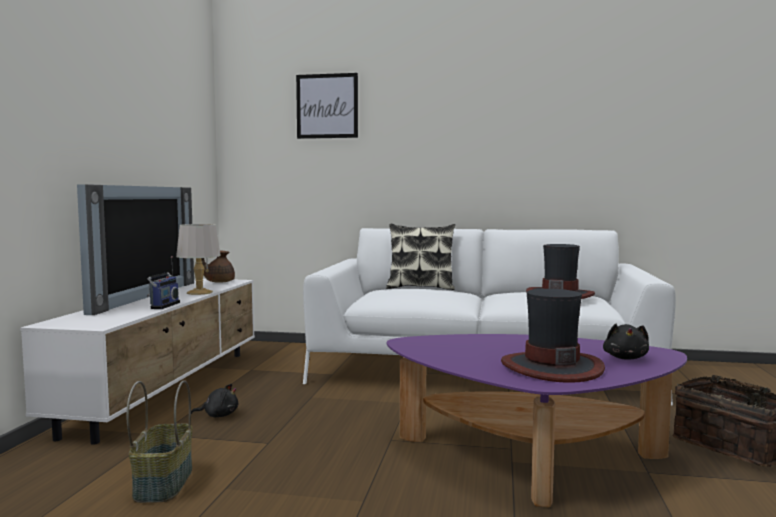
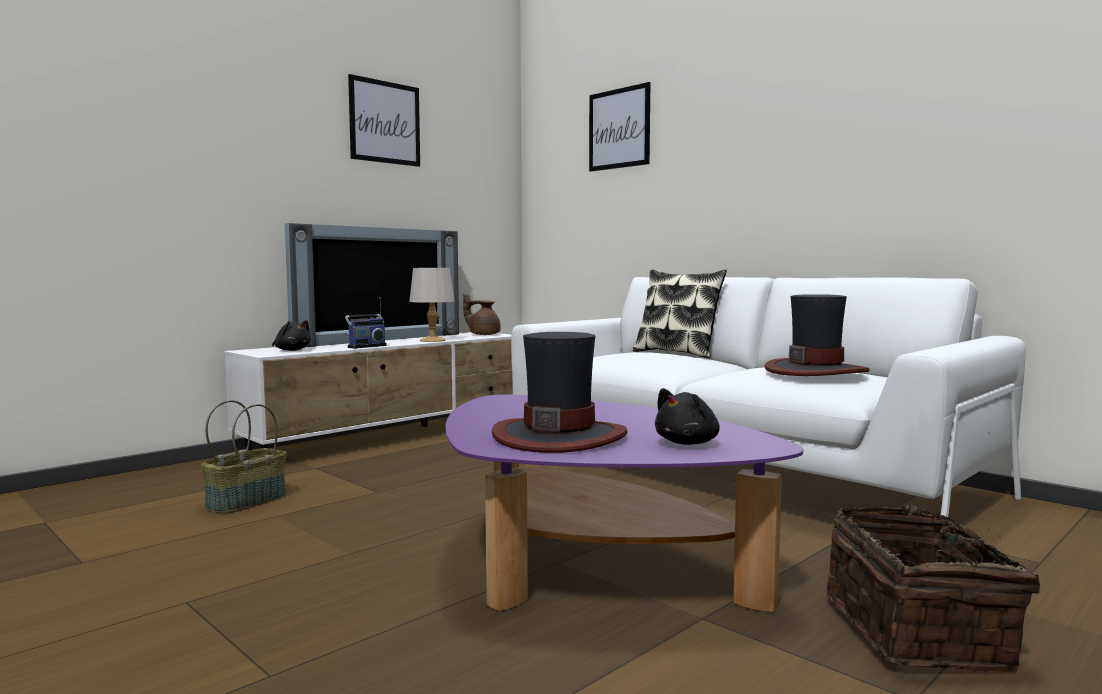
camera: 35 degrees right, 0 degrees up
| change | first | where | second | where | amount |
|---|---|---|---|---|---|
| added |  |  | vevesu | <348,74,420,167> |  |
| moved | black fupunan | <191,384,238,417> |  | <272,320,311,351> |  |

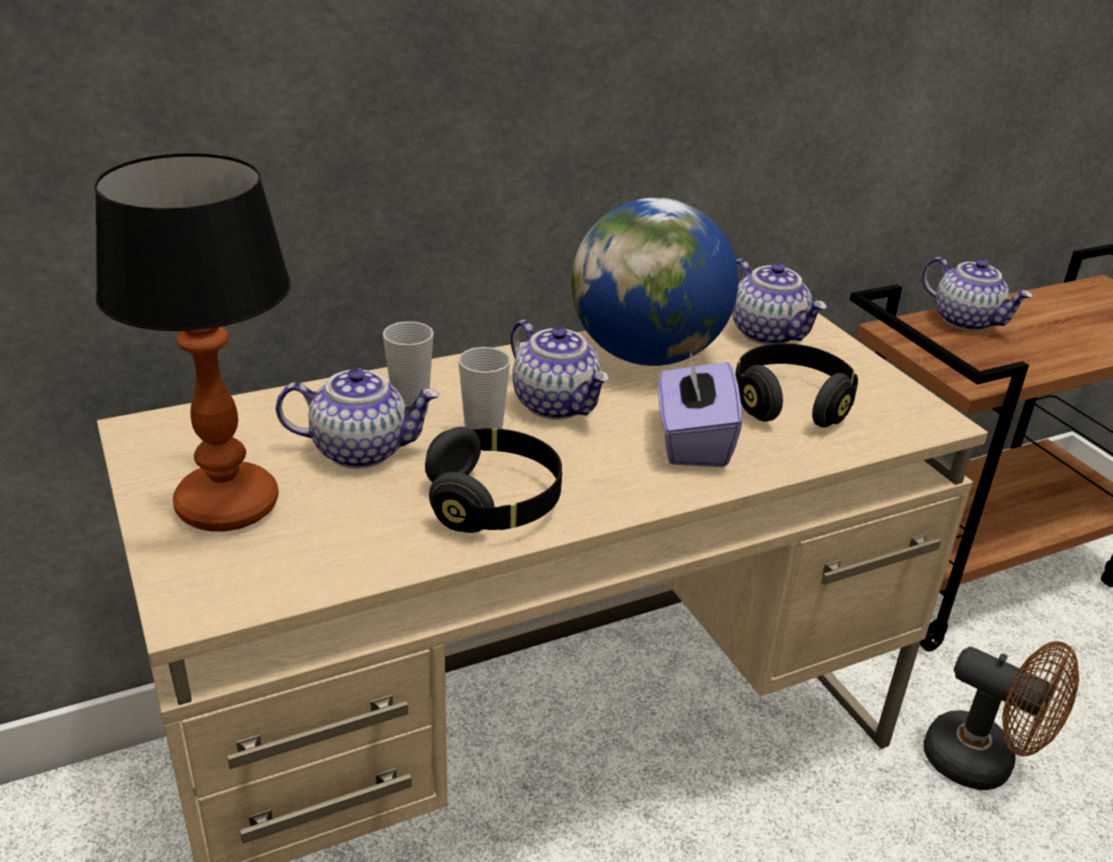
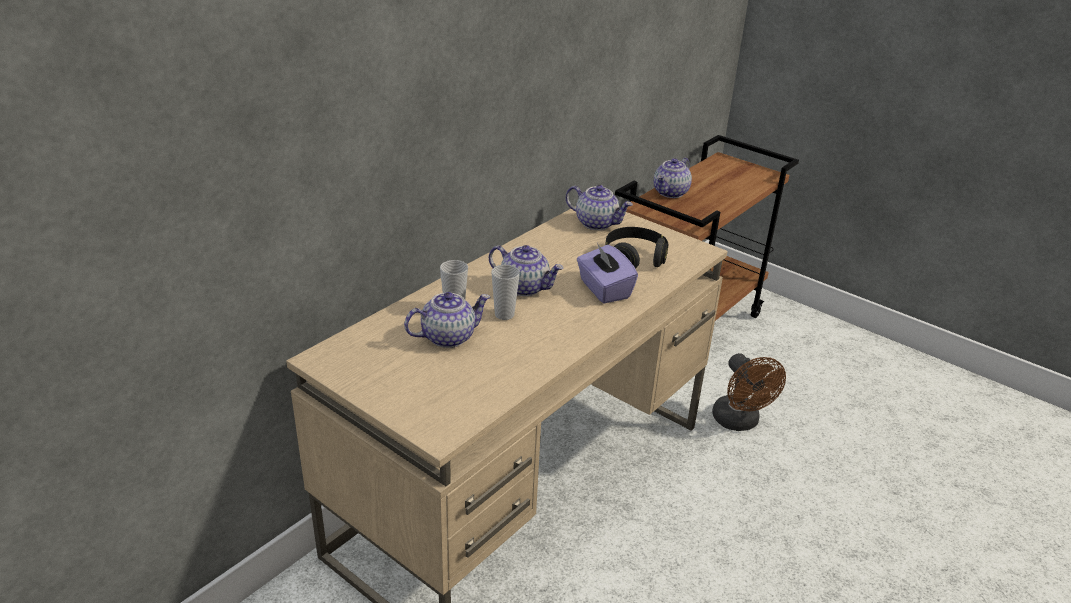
camera: 25 degrees left, 0 degrees up
| change | first | where | second | where | amount |
|---|---|---|---|---|---|
| removed | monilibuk | <94,153,291,532> |  |  |  |
| removed | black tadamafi | <425,427,562,533> |  |  |  |
| removed | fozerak | <571,198,738,366> |  |  |  |
| turned | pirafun | <922,257,1033,331> |  | <654,158,692,198> | 105 degrees clockwise |
| turned | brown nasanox | <924,641,1079,790> |  | <712,353,786,431> | 60 degrees clockwise |

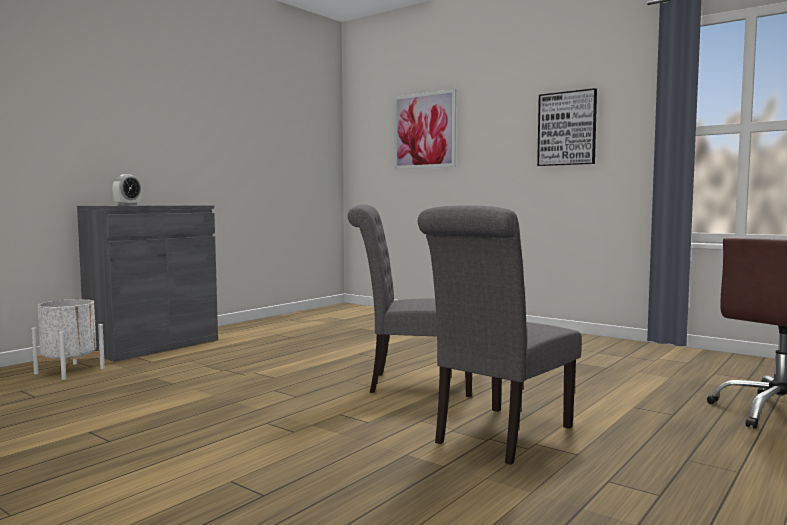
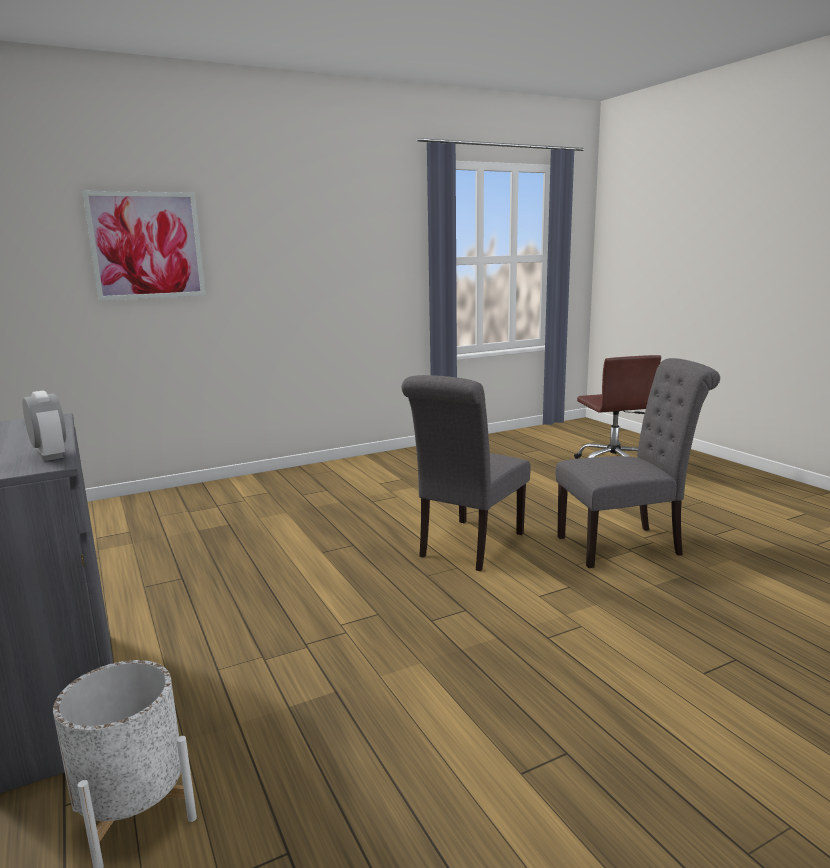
camera: 65 degrees left, 10 degrees up
| change | first | where | second | where | amount |
|---|---|---|---|---|---|
| removed | vevesu | <537,88,597,166> |  |  |  |
| turned | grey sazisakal | <418,205,582,465> |  | <555,358,720,568> | 75 degrees counterclockwise |

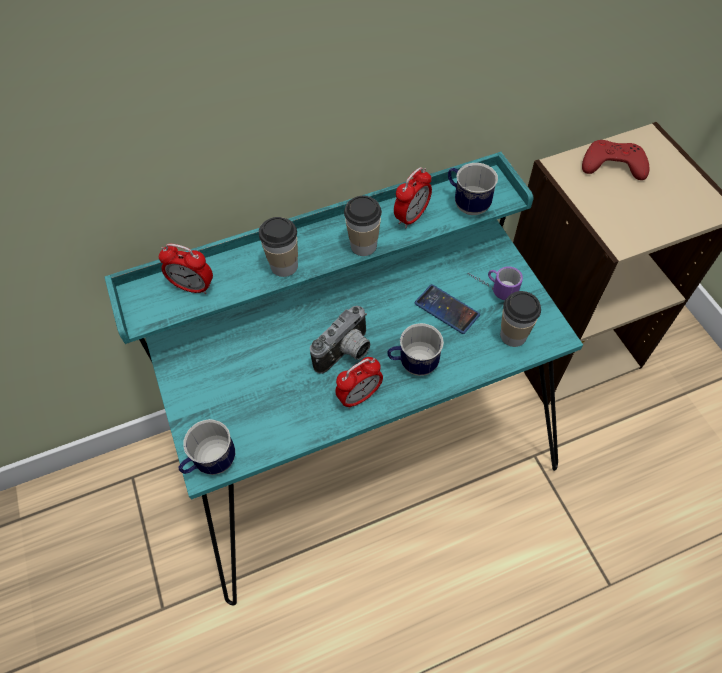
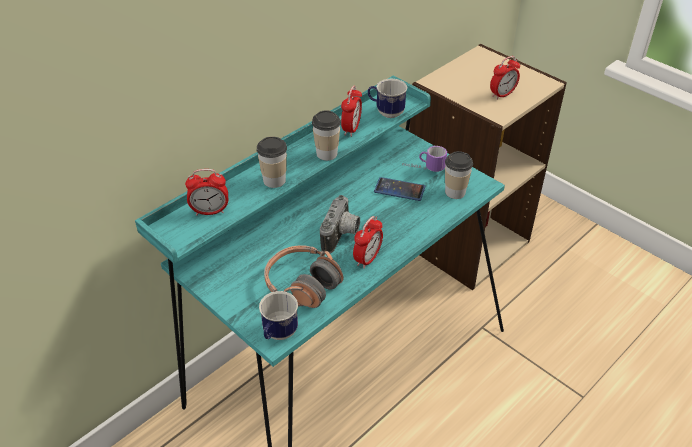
camera: 25 degrees left, 15 degrees down
| change | first | where | second | where | amount |
|---|---|---|---|---|---|
| removed | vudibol | <387,323,444,376> |  |  |  |
| removed | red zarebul | <582,140,649,180> |  |  |  |
| added |  |  | tadamafi | <264,246,344,308> |  |
| added |  |  | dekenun | <490,56,520,100> |  |

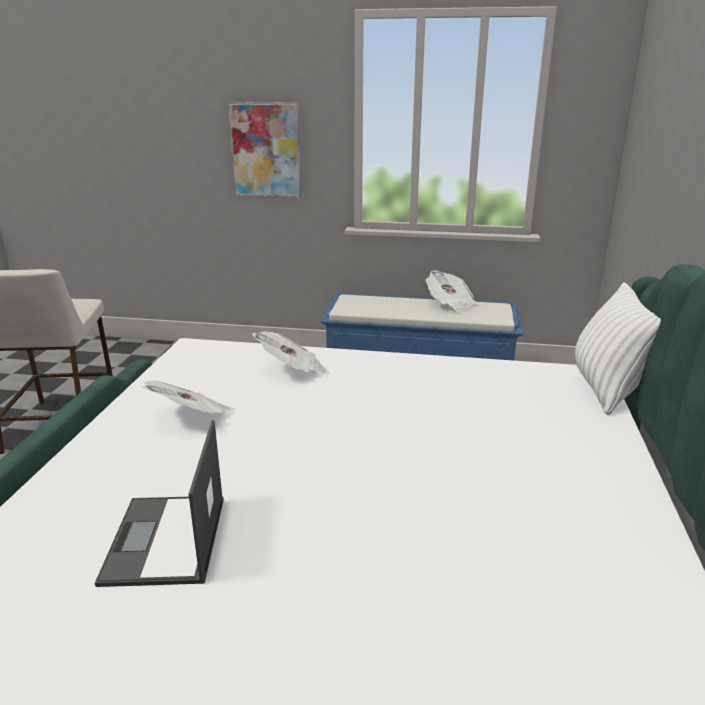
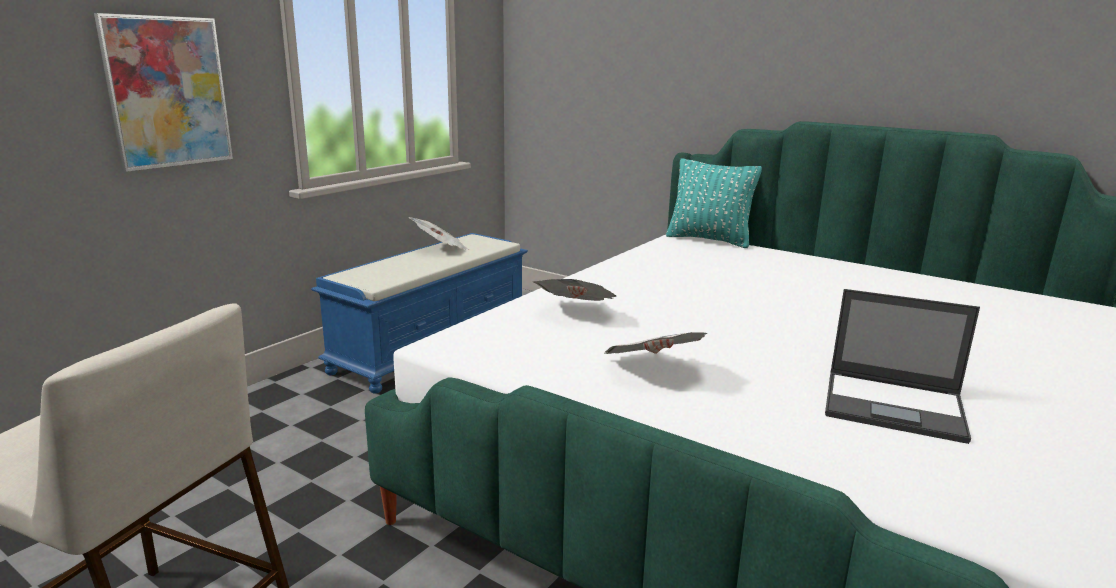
camera: 65 degrees left, 5 degrees down
| change | first | where | second | where | amount |
|---|---|---|---|---|---|
| recoloured | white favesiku | <575,282,661,415> | turquoise favesiku | <666,158,762,248> |  |

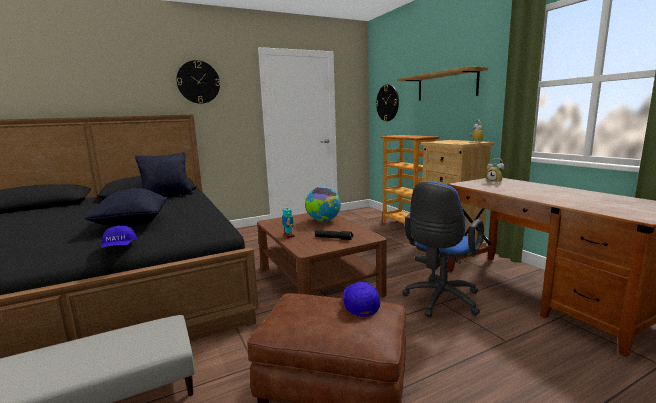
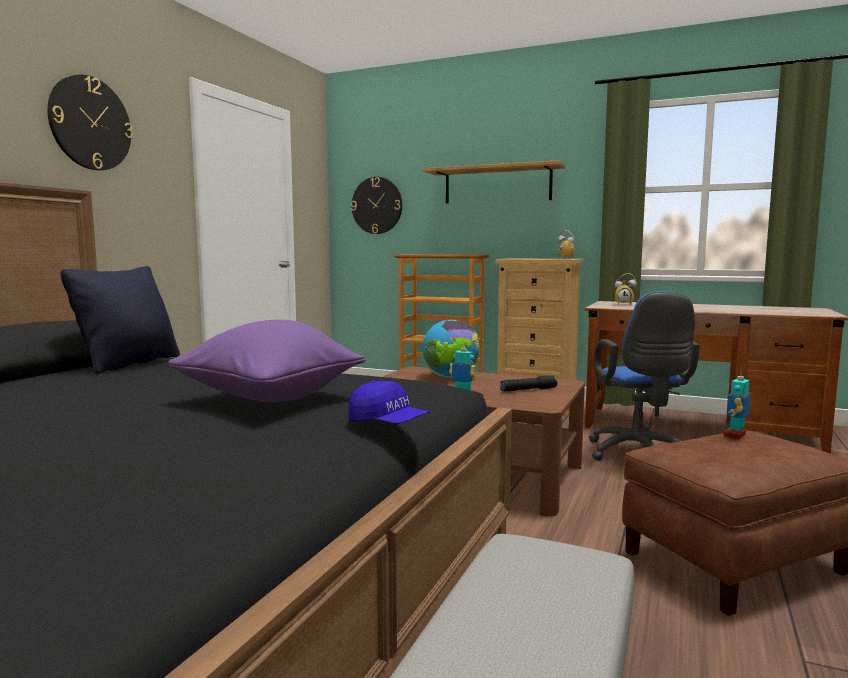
camera: 40 degrees left, 5 degrees down
| change | first | where | second | where | amount |
|---|---|---|---|---|---|
| replaced | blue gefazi | <344,282,380,317> | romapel | <724,369,751,439> |  |
| recoloured | black favesiku | <85,188,168,227> | purple favesiku | <168,320,365,402> |  |

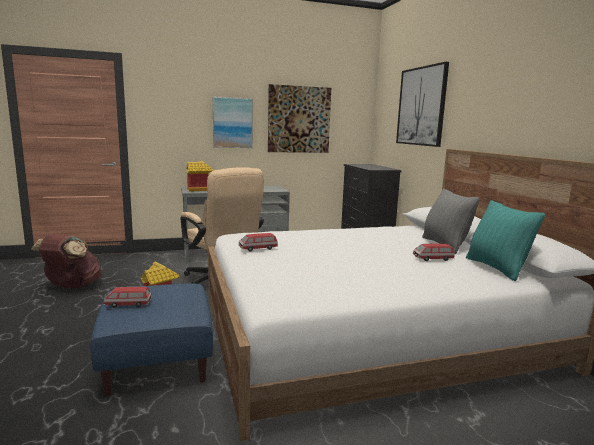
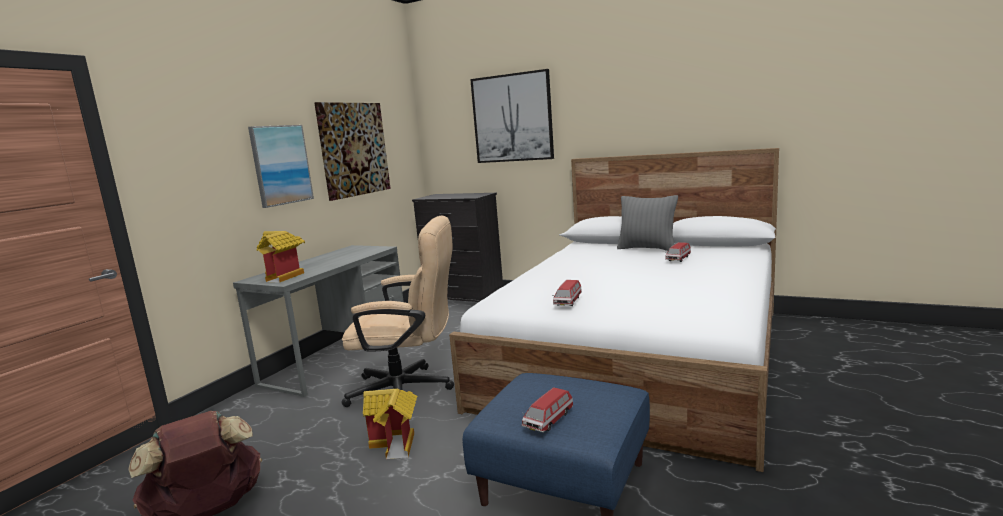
camera: 45 degrees left, 0 degrees up
| change | first | where | second | where | amount |
|---|---|---|---|---|---|
| removed | turquoise favesiku | <466,200,545,281> |  |  |  |

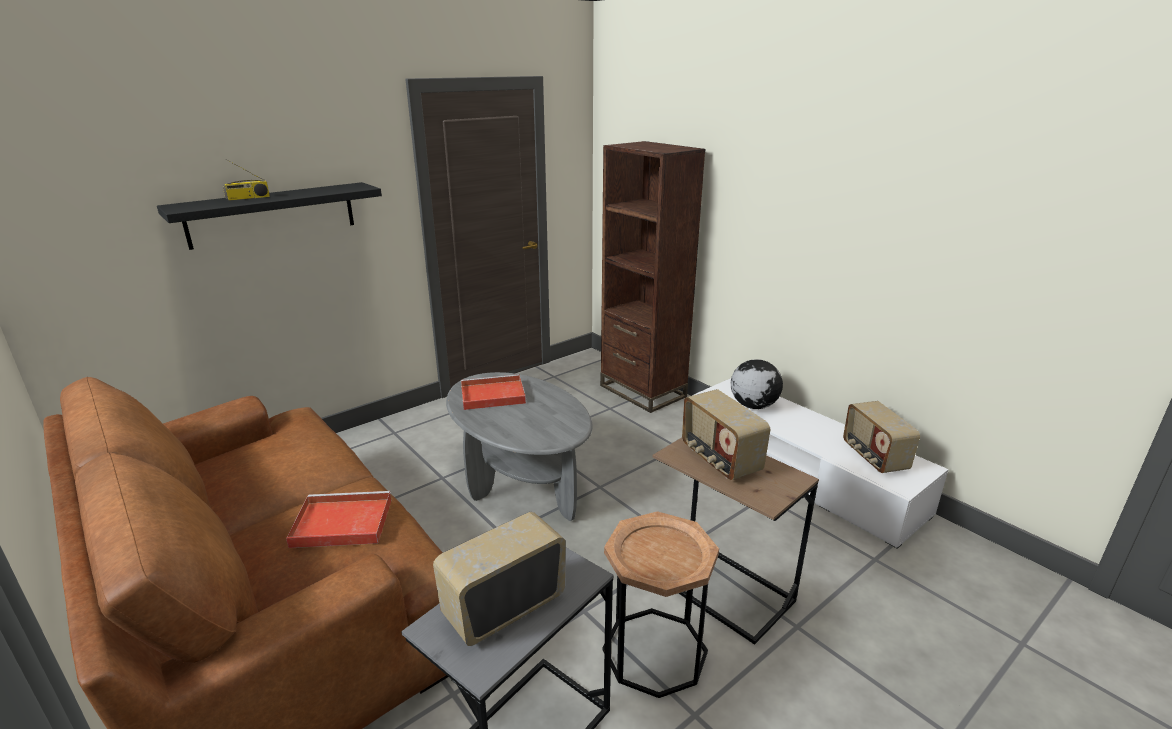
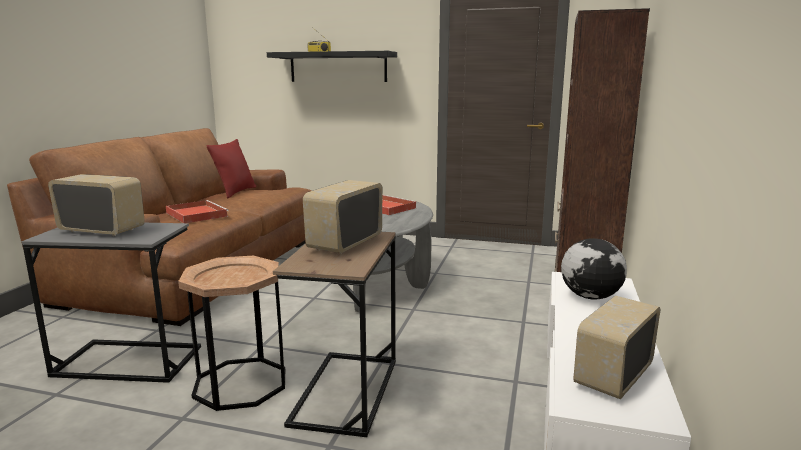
camera: 55 degrees right, 10 degrees down
| change | first | where | second | where | amount |
|---|---|---|---|---|---|
| added |  |  | red favesiku | <207,139,256,198> |  |

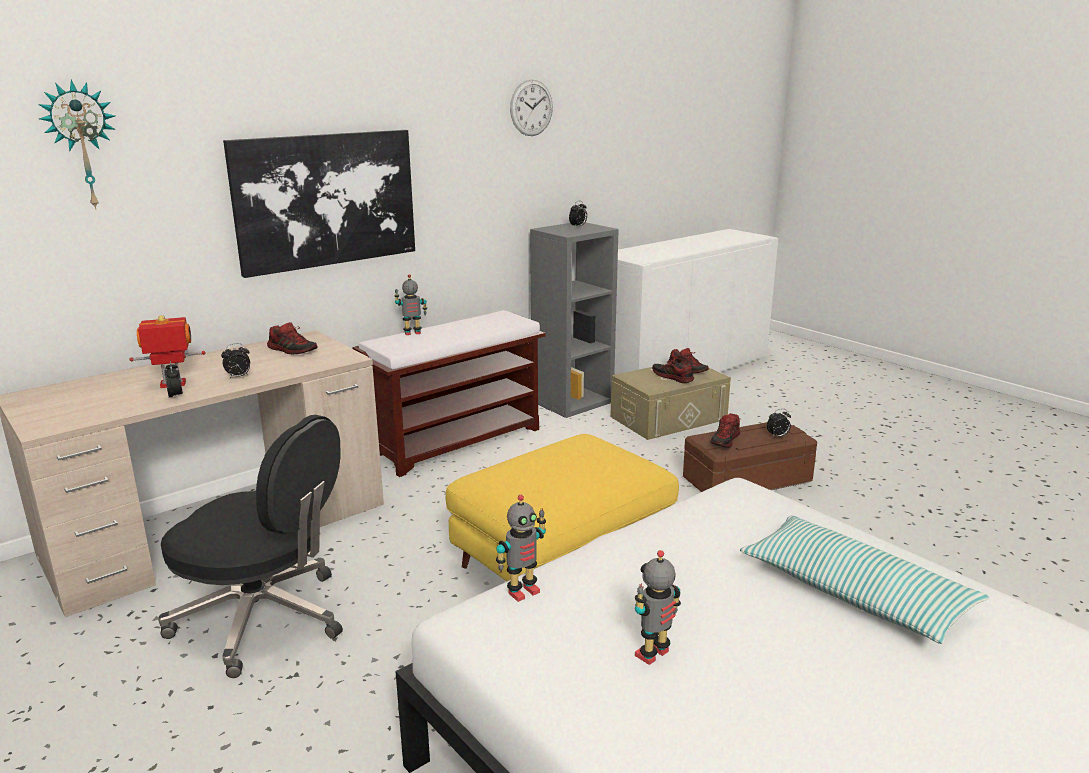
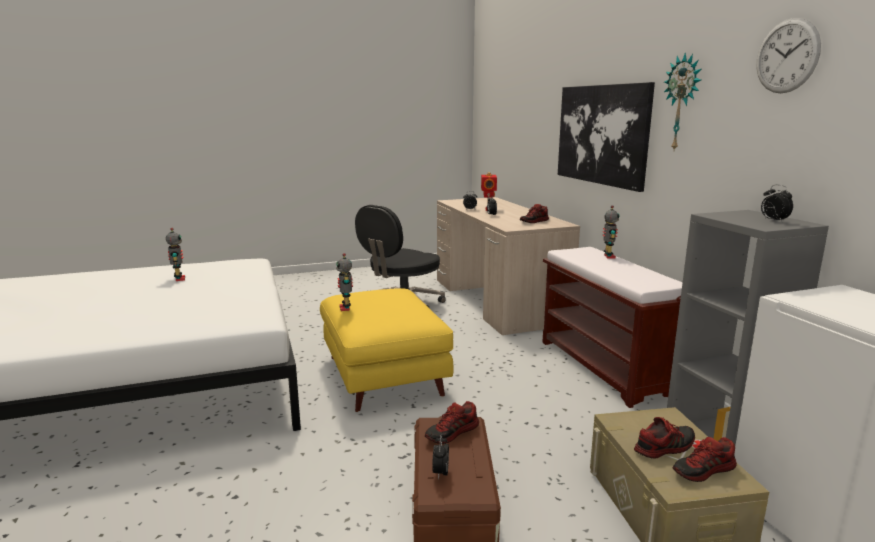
camera: 110 degrees right, 5 degrees down
| change | first | where | second | where | amount |
|---|---|---|---|---|---|
| removed | favesiku | <740,515,989,644> |  |  |  |
| moved | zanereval | <38,80,116,210> |  | <664,52,701,150> |  |
| moved | romapel | <496,495,546,602> |  | <336,253,353,311> |  |
| turned | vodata | <711,413,740,447> |  | <425,401,479,444> | 90 degrees counterclockwise |

